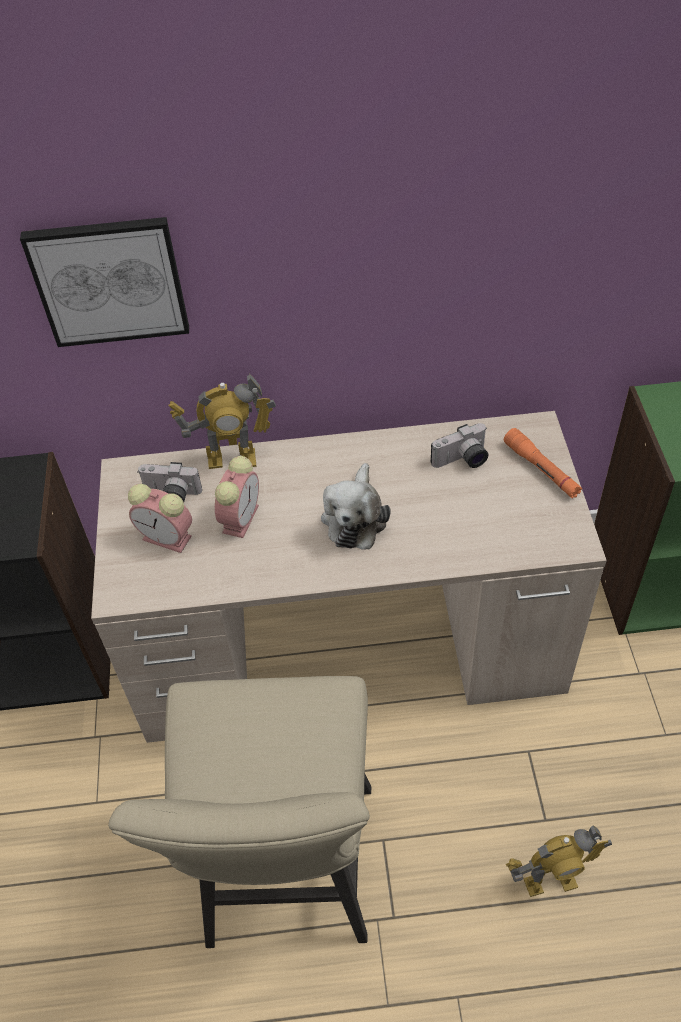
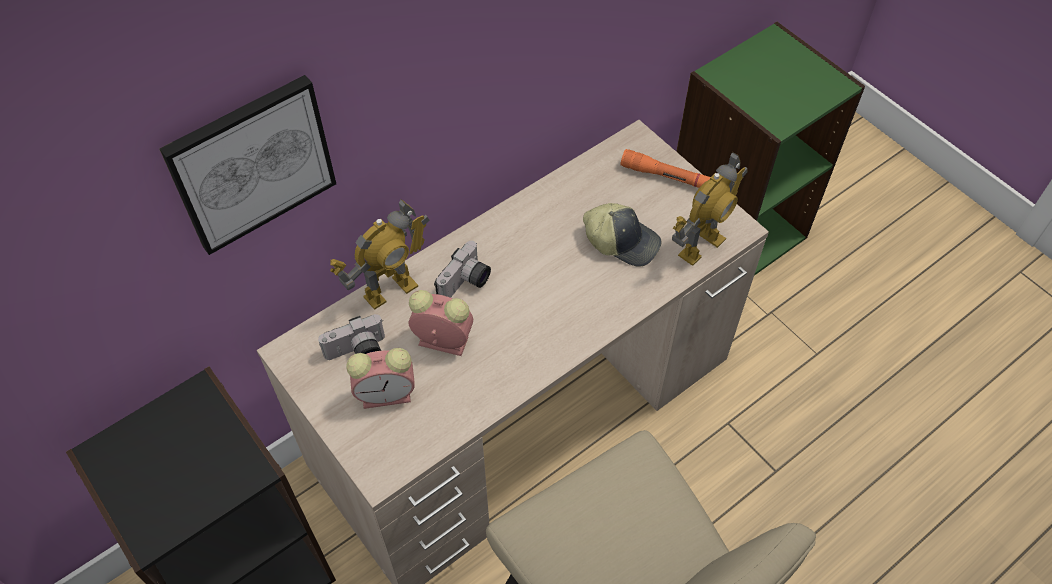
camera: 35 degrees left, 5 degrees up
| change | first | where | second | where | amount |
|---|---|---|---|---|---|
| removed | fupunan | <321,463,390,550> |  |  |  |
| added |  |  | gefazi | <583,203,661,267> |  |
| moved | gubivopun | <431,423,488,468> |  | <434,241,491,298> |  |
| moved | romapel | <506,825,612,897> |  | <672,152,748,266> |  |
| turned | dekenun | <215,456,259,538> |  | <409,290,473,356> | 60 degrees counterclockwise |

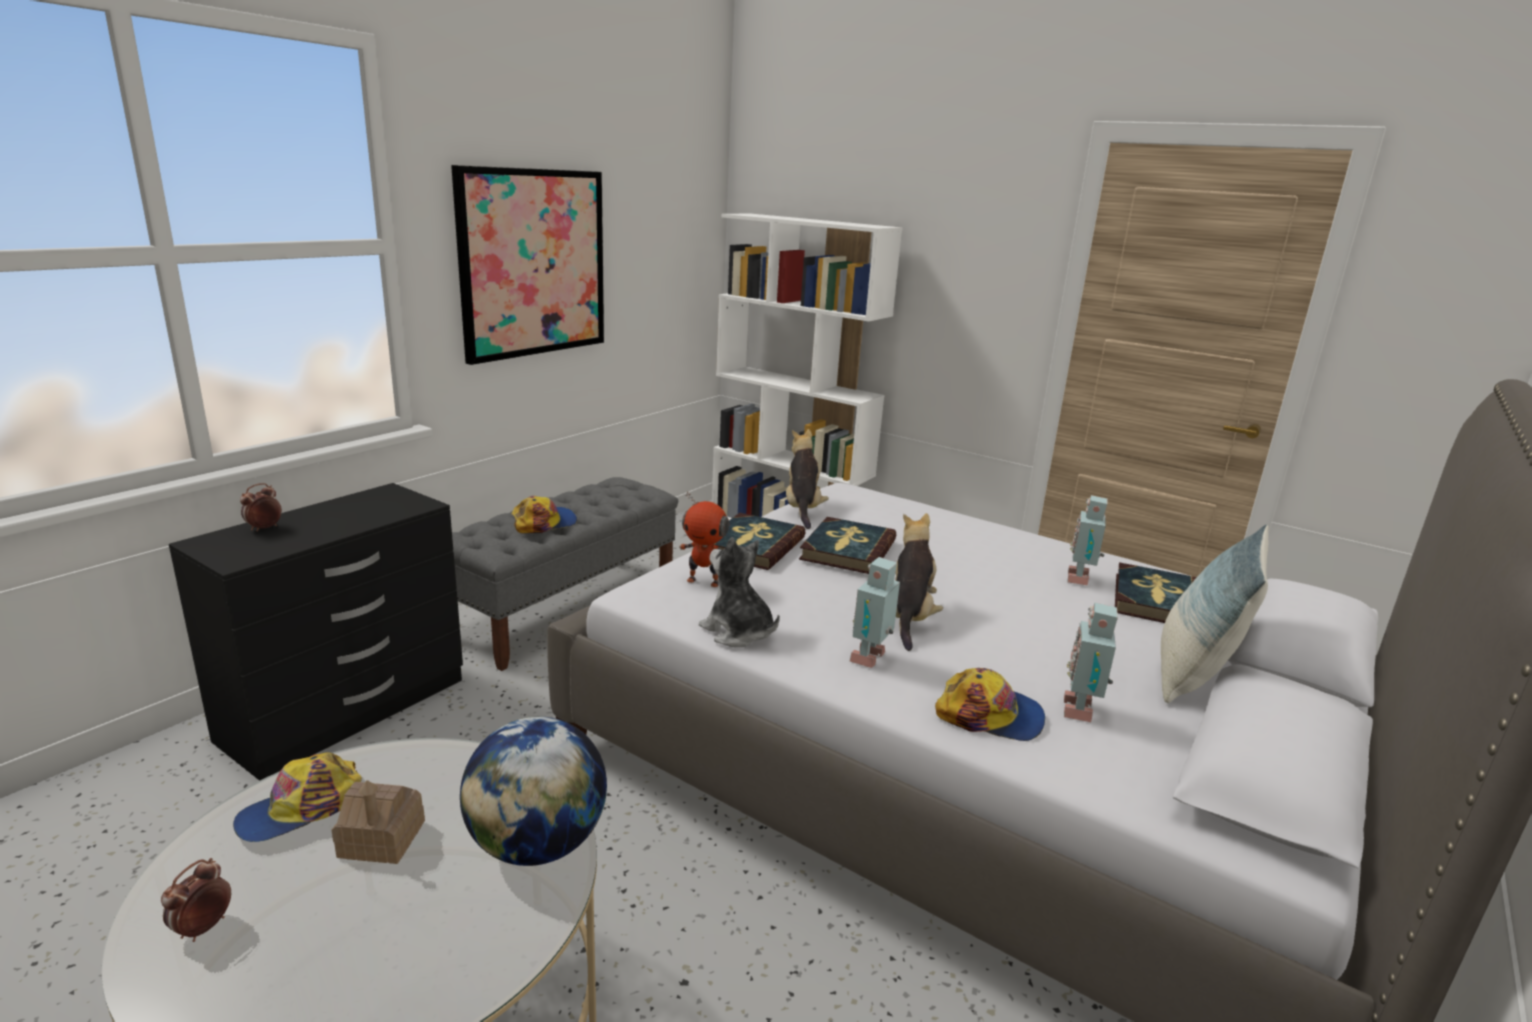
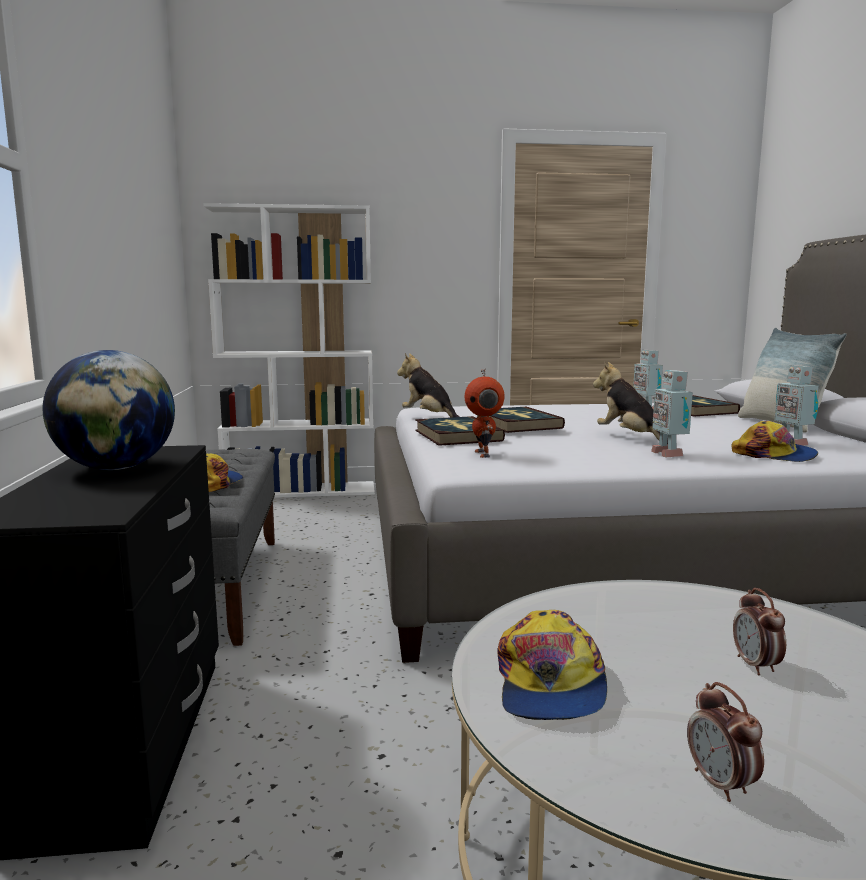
camera: 40 degrees left, 10 degrees down
| change | first | where | second | where | amount |
|---|---|---|---|---|---|
| removed | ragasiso | <332,780,425,864> |  |  |  |
| removed | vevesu | <451,165,604,365> |  |  |  |
| removed | fupunan | <699,537,780,647> |  |  |  |
| moved | dekenun | <240,483,282,532> |  | <733,588,786,675> |  |
| moved | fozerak | <460,717,607,866> |  | <43,350,175,470> |  |
| turned | romapel | <679,491,729,587> |  | <464,370,505,458> | 105 degrees clockwise |
| turned | gefazi | <935,668,1045,741> |  | <731,421,818,462> | 60 degrees clockwise |

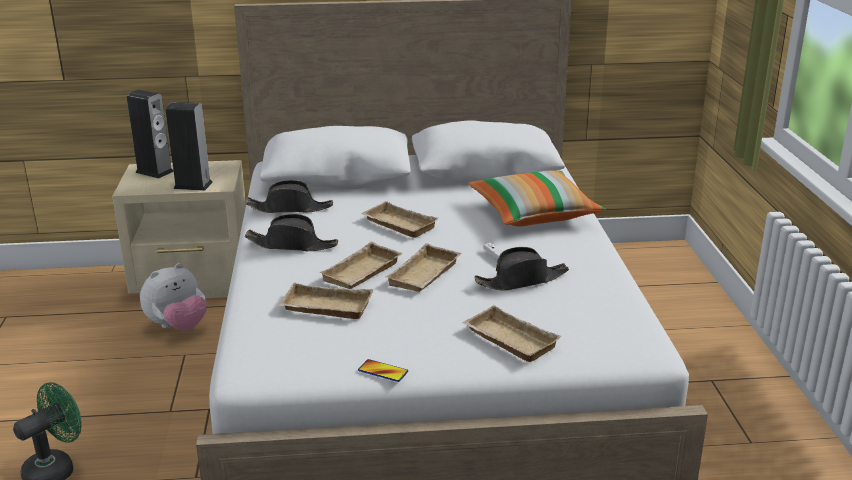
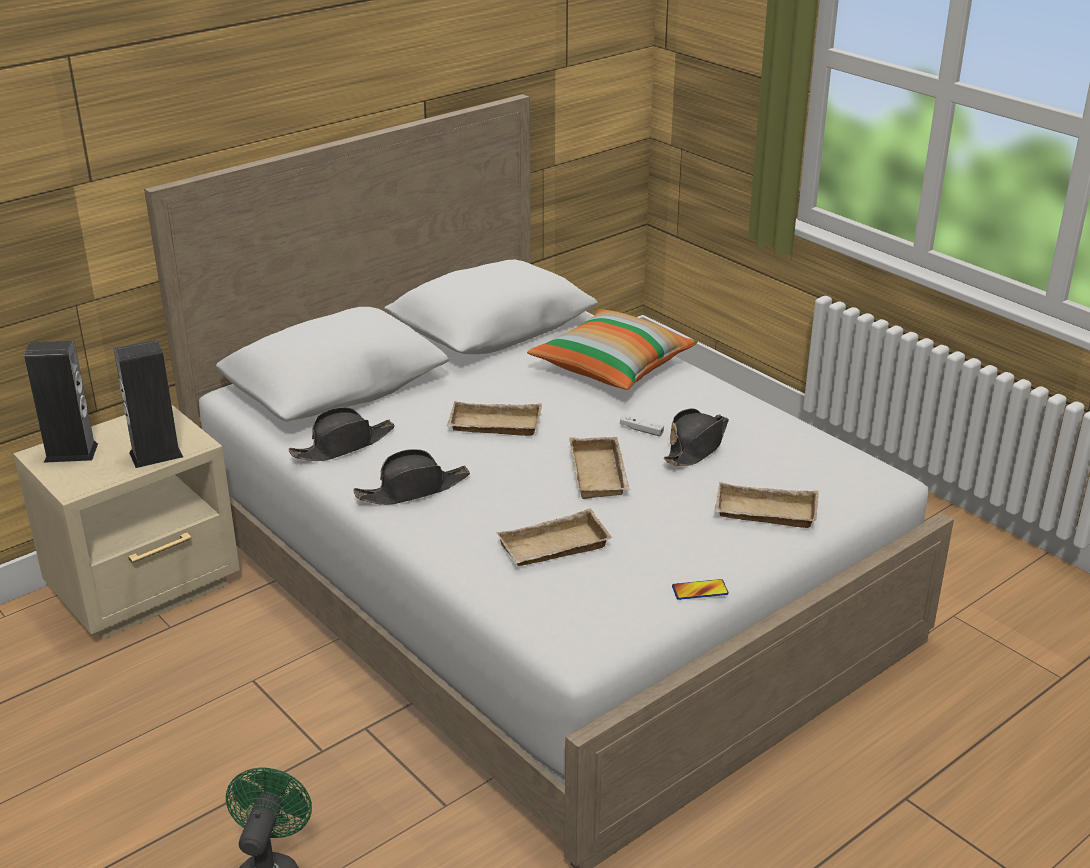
camera: 35 degrees left, 5 degrees up
| change | first | where | second | where | amount |
|---|---|---|---|---|---|
| removed | fupunan | <140,263,207,331> |  |  |  |
| removed | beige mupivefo | <319,242,402,289> |  |  |  |

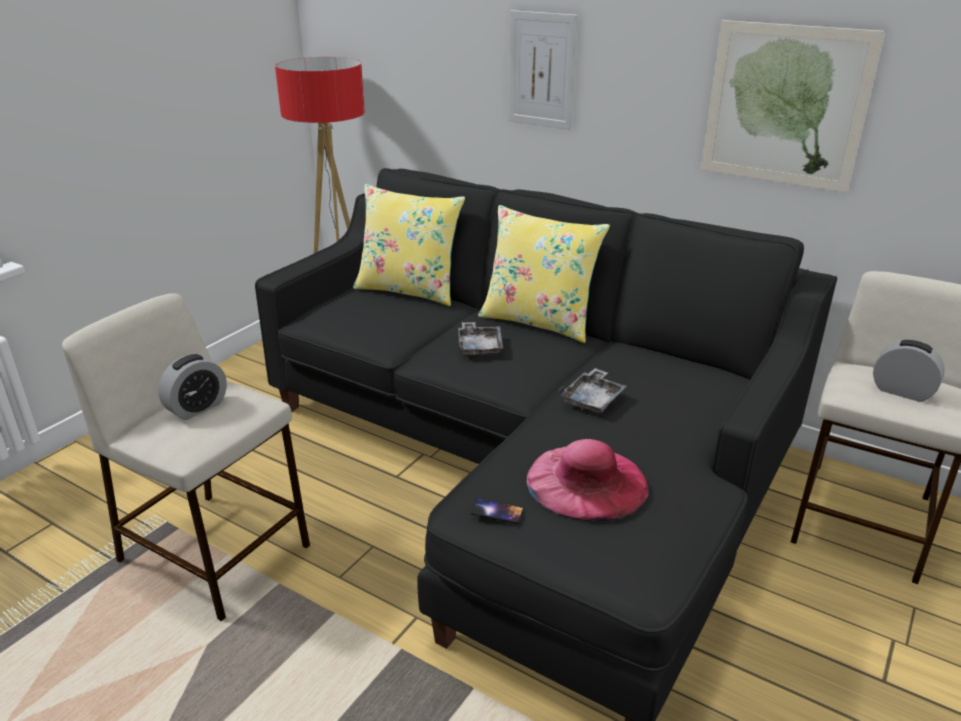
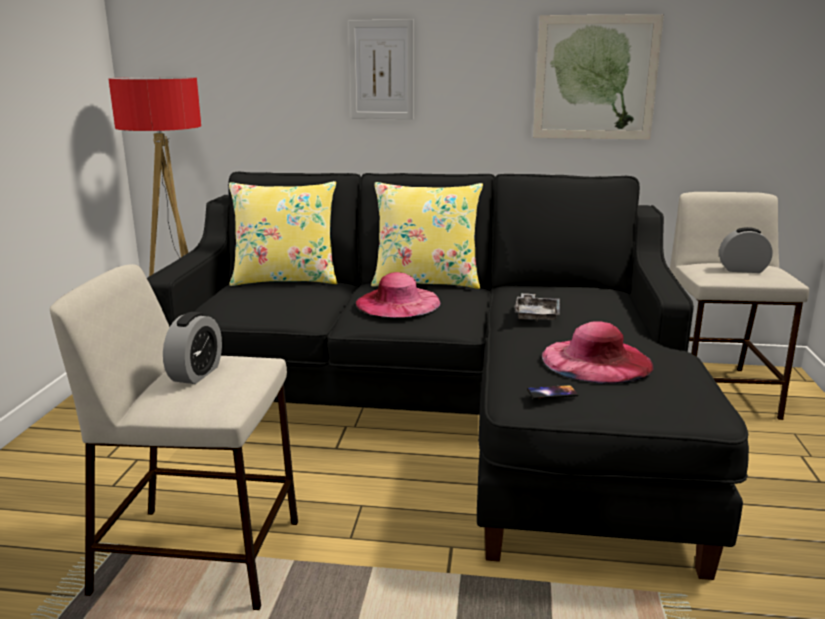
camera: 25 degrees left, 10 degrees down
| change | first | where | second | where | amount |
|---|---|---|---|---|---|
| replaced | grey mupivefo | <458,322,503,356> | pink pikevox | <356,272,441,318> |  |

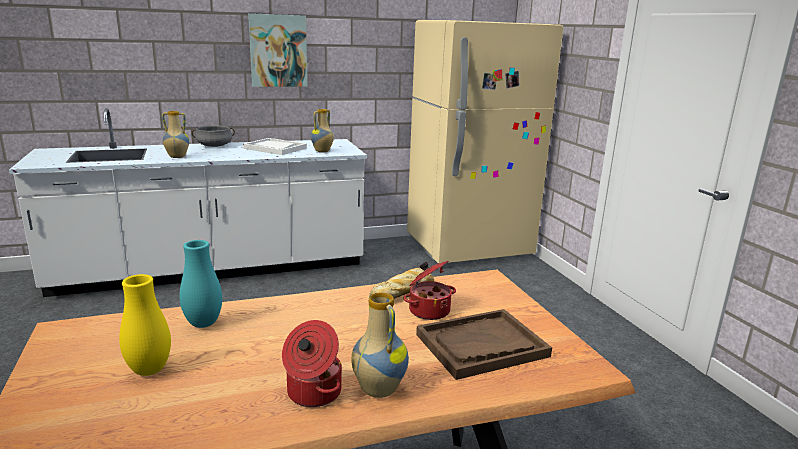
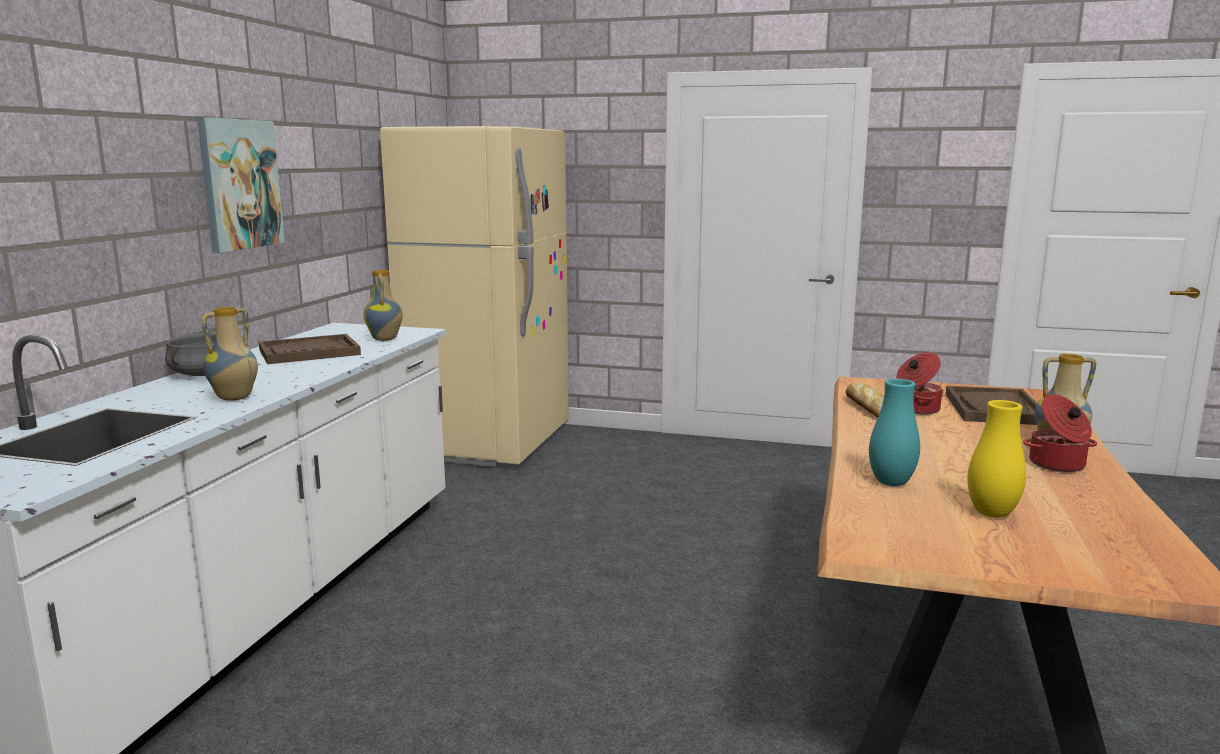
camera: 55 degrees left, 5 degrees down
| change | first | where | second | where | amount |
|---|---|---|---|---|---|
| recoloured | white mupivefo | <243,138,307,155> | brown mupivefo | <259,334,361,364> |  |

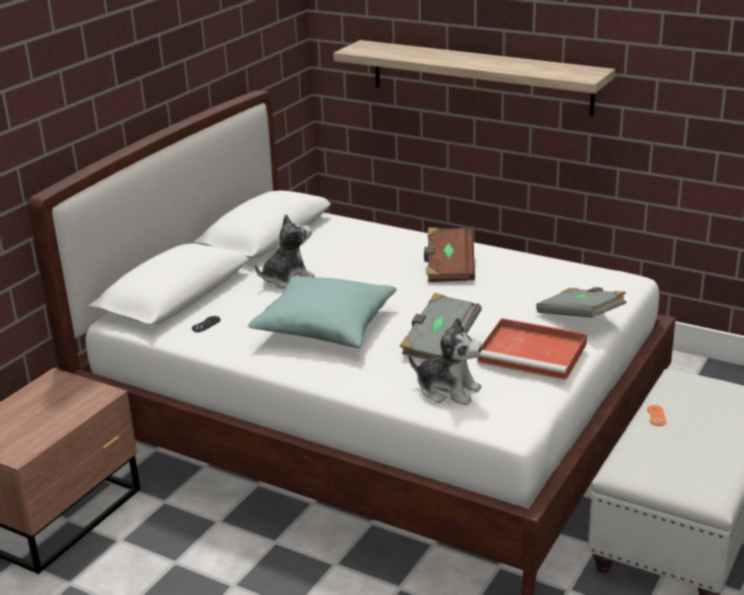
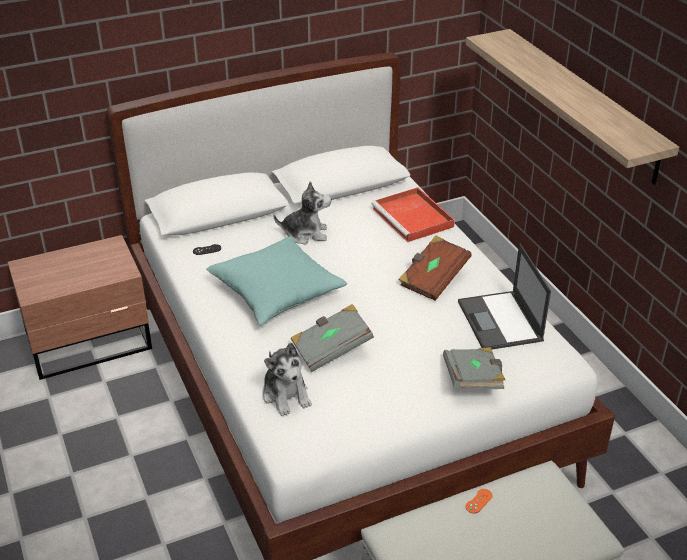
camera: 35 degrees right, 10 degrees up
| change | first | where | second | where | amount |
|---|---|---|---|---|---|
| added |  |  | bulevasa | <458,244,551,349> |  |
| moved | red mupivefo | <477,318,587,380> |  | <371,187,455,242> |  |

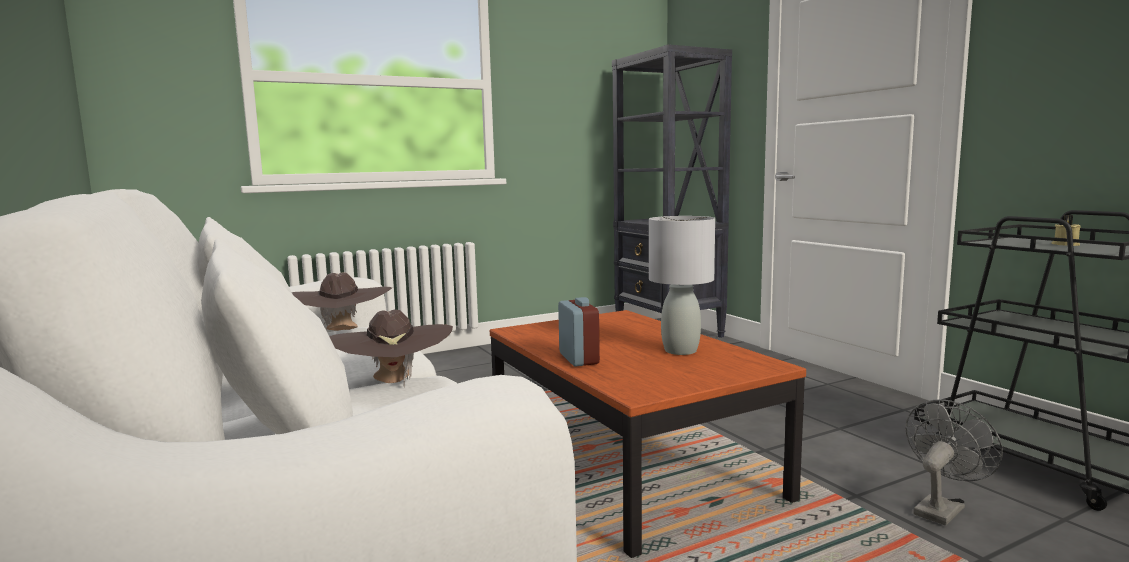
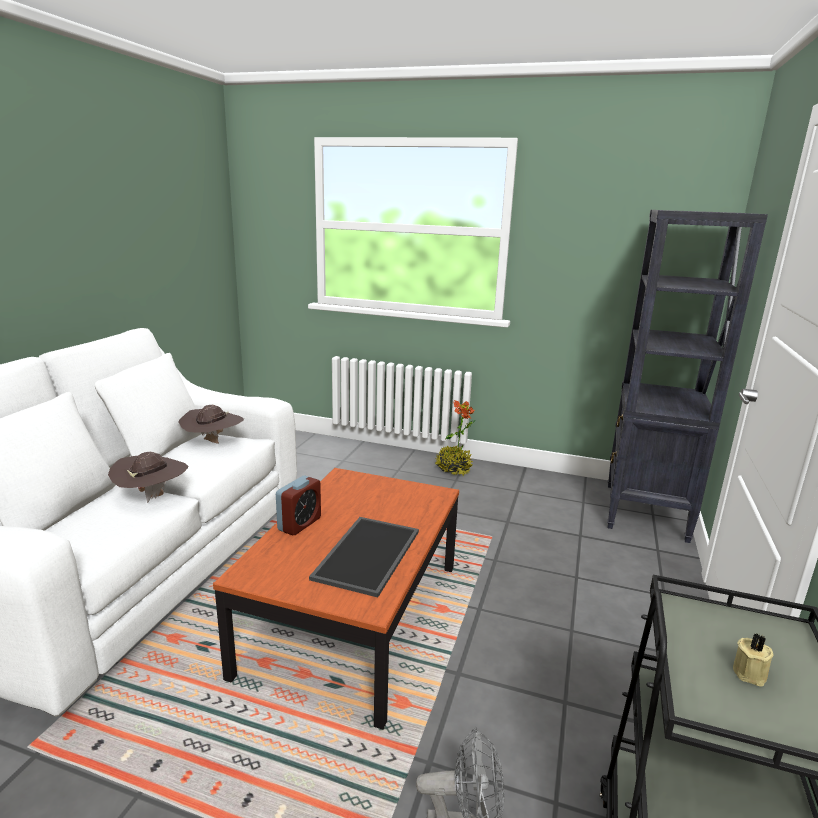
camera: 45 degrees right, 10 degrees up
| change | first | where | second | where | amount |
|---|---|---|---|---|---|
| added |  |  | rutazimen | <435,400,475,476> |  |
| replaced | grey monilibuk | <649,216,715,355> | mupivefo | <309,517,419,597> |  |

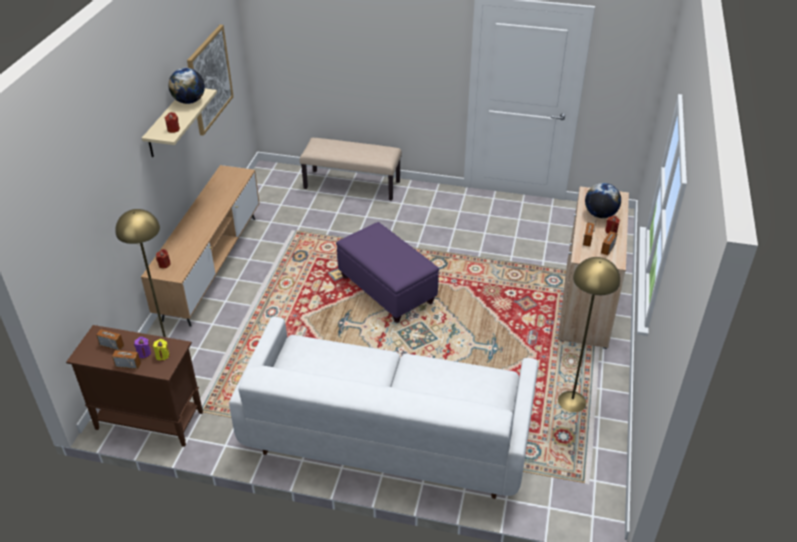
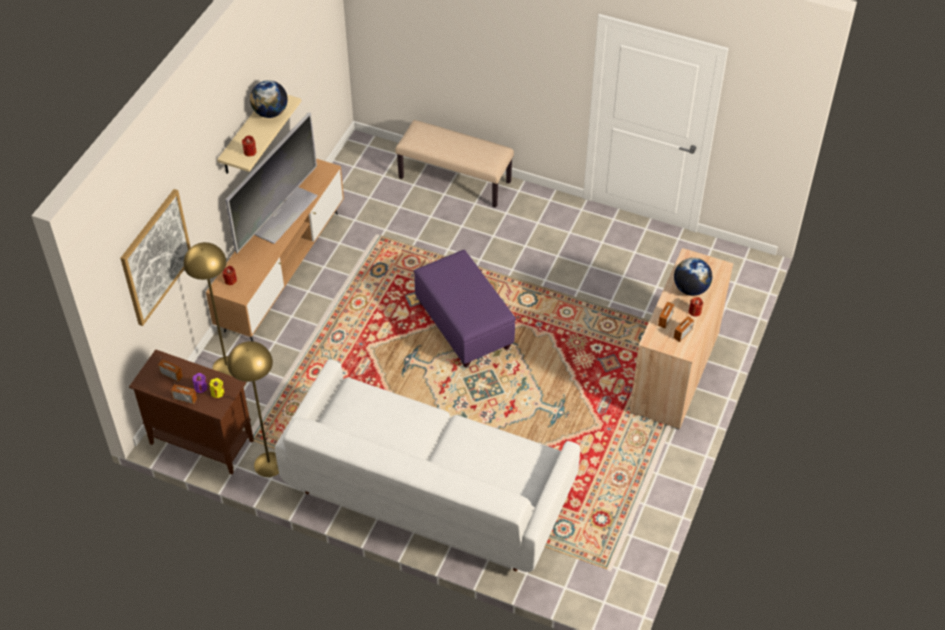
camera: 10 degrees right, 10 degrees up
| change | first | where | second | where | amount |
|---|---|---|---|---|---|
| added |  |  | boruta | <225,112,317,253> |  |
| moved | vevesu | <187,25,234,136> |  | <120,189,191,326> |  |
| moved | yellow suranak | <558,257,620,412> |  | <227,341,279,477> |  |

